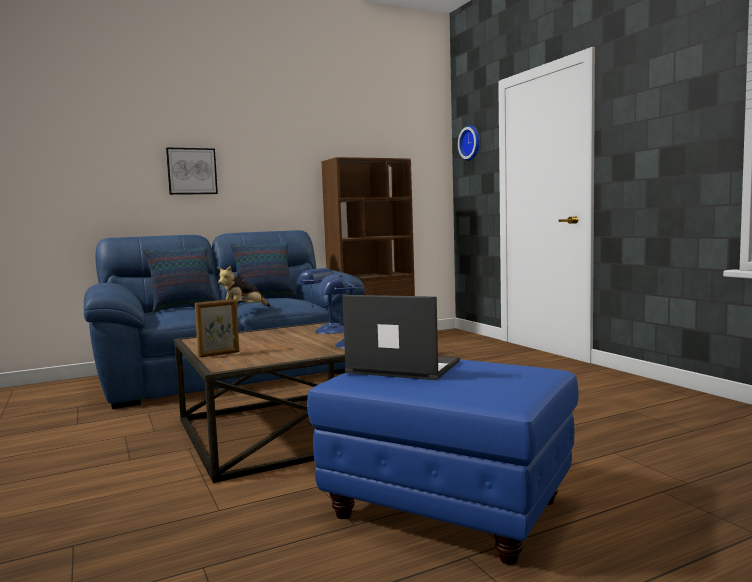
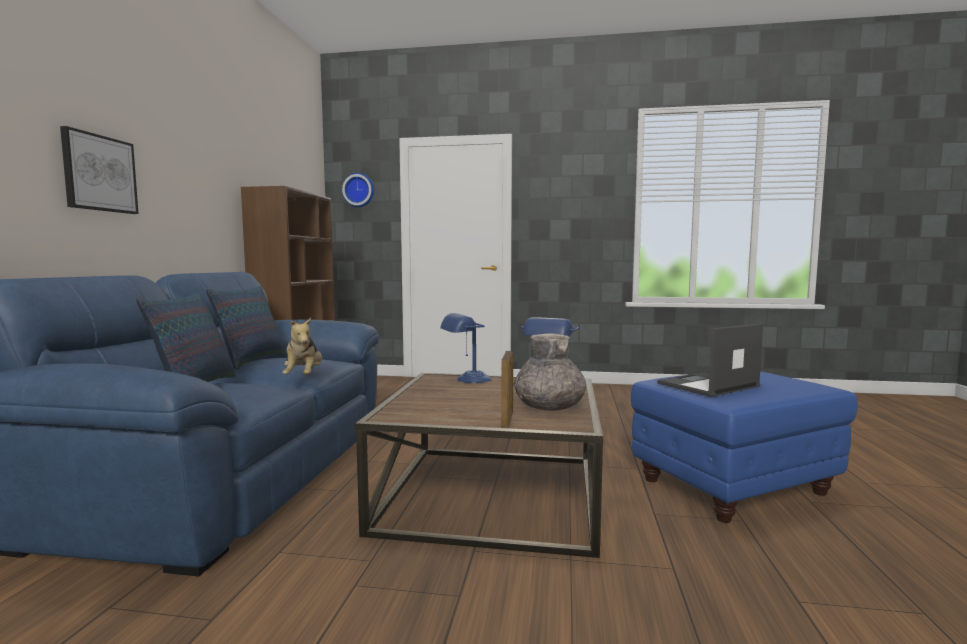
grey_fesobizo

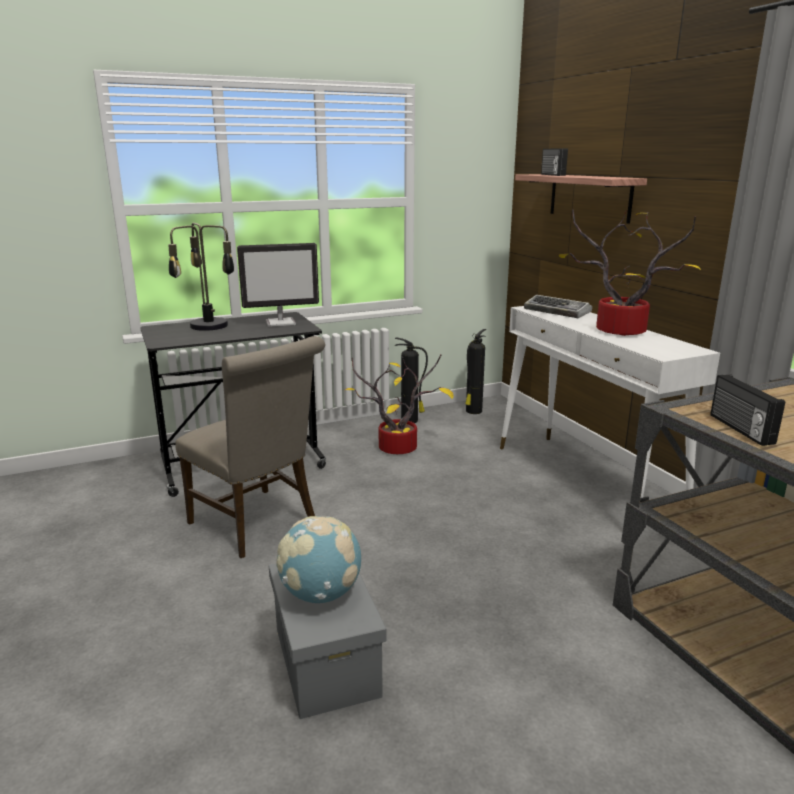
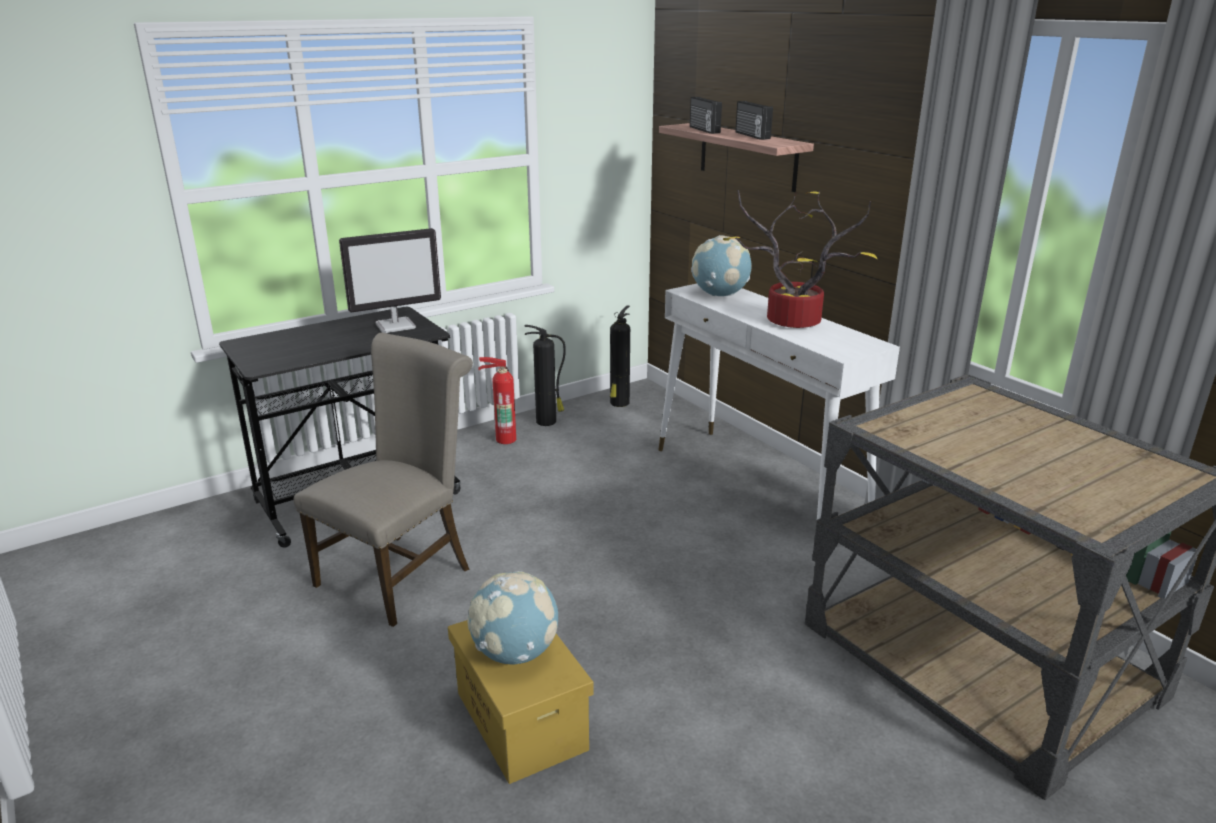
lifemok; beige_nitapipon; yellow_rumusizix; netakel (no. 1 from left in the first image); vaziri (no. 2 from left); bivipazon (no. 2 from left); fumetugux (no. 1 from left)

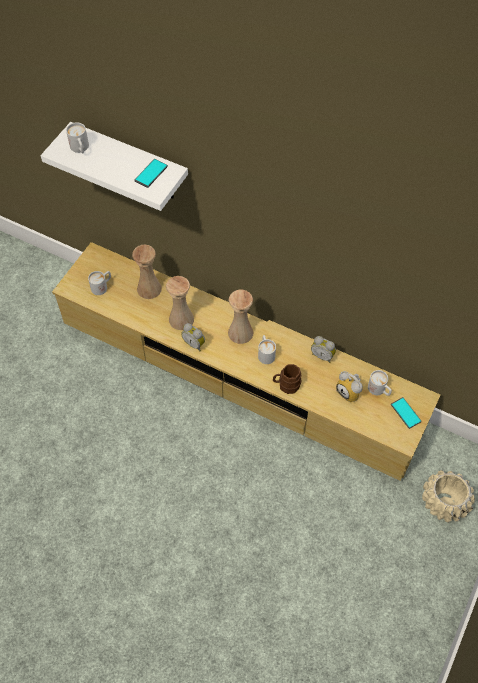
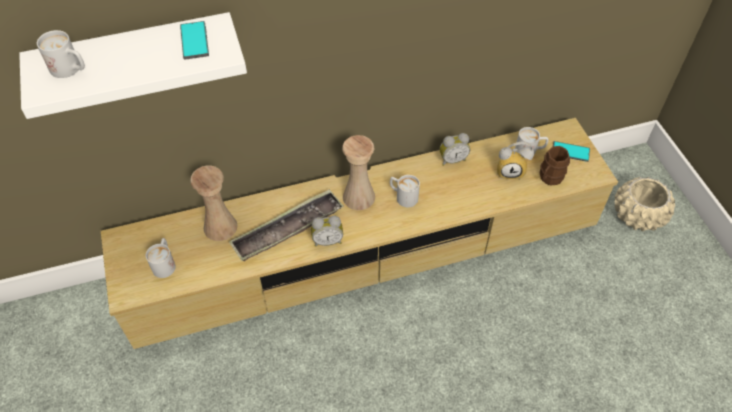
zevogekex; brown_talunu

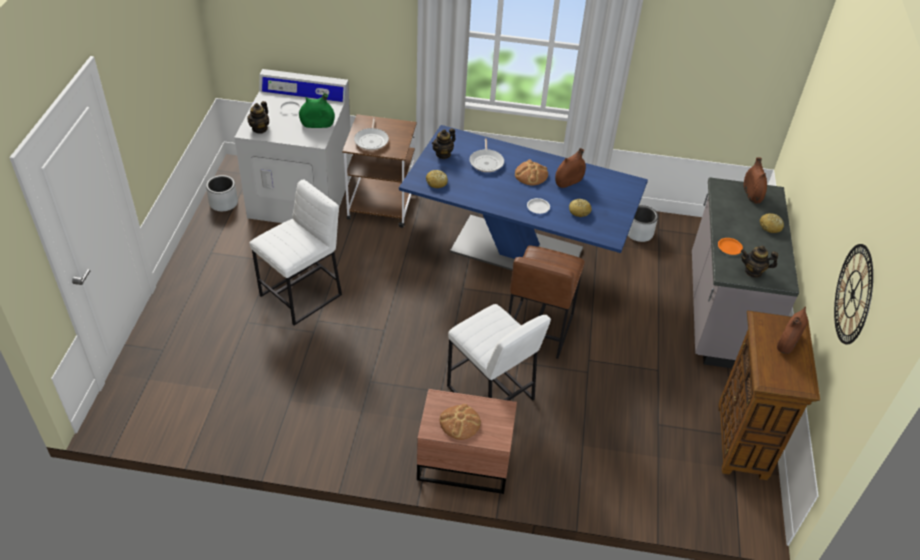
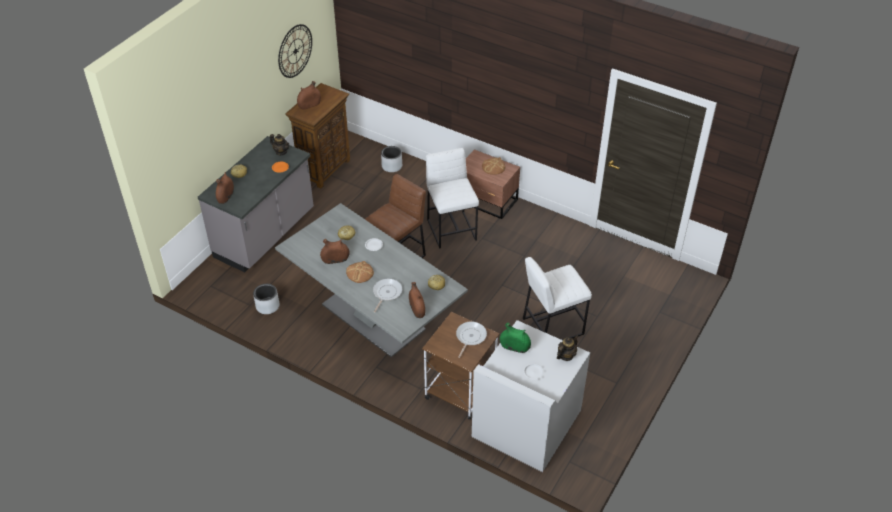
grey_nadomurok (no. 2 from left); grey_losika; brown_fesobizo (no. 4 from left)

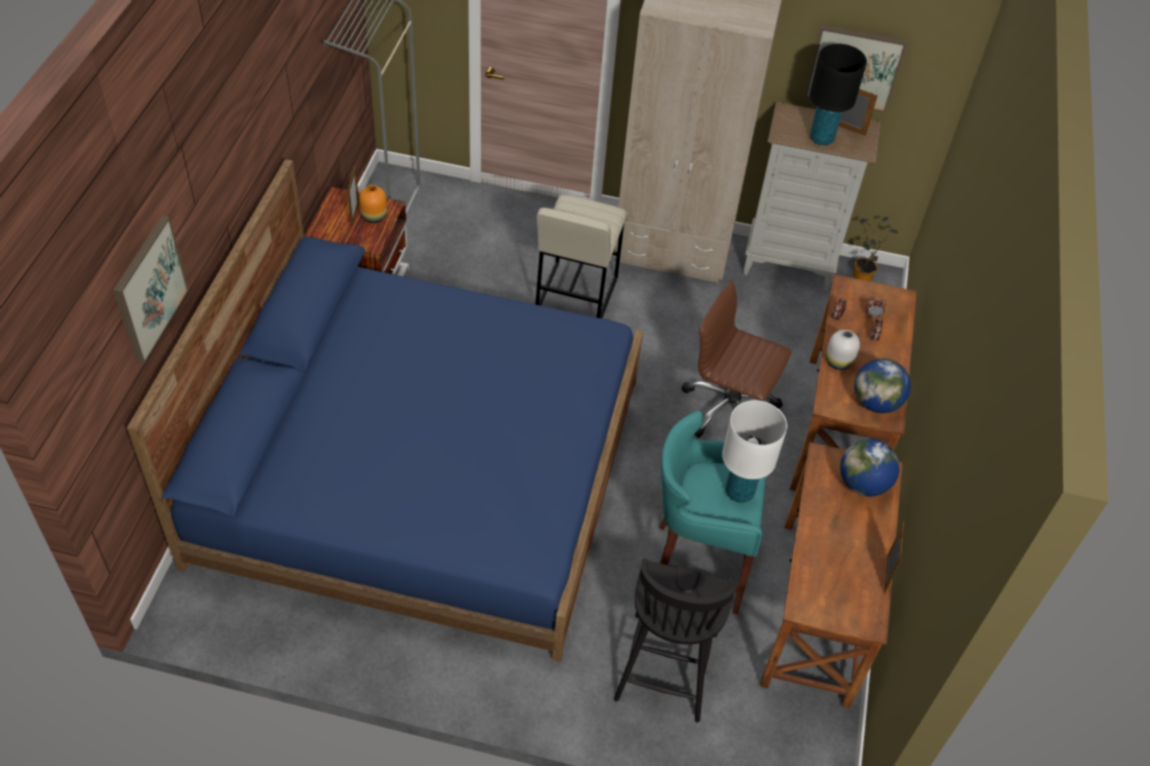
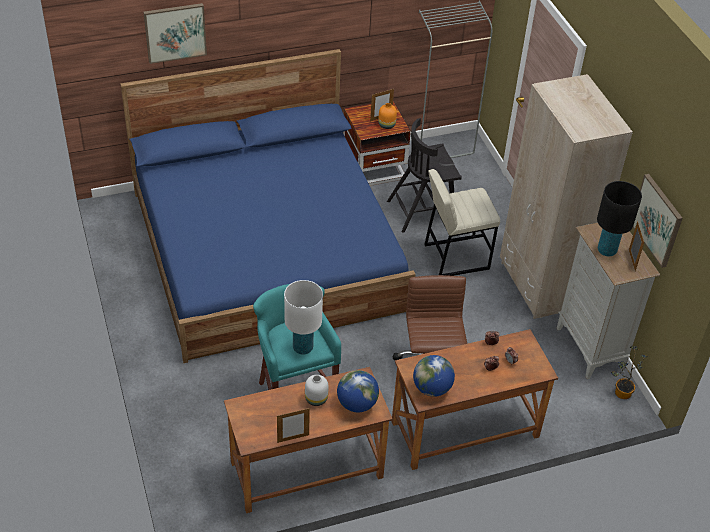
black_nitapipon; white_fesobizo

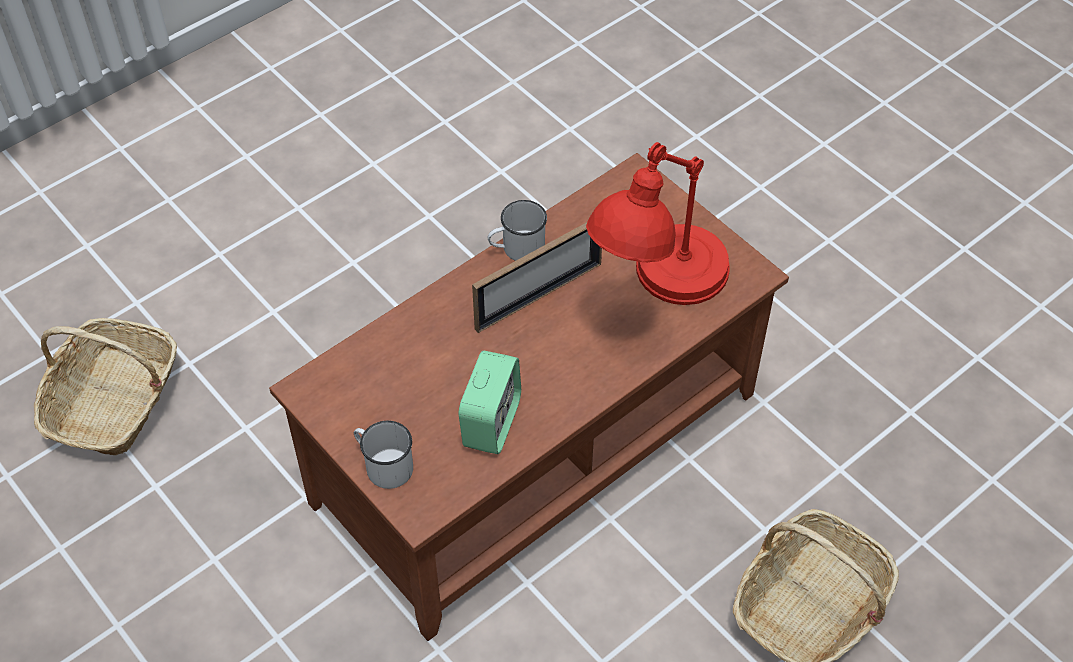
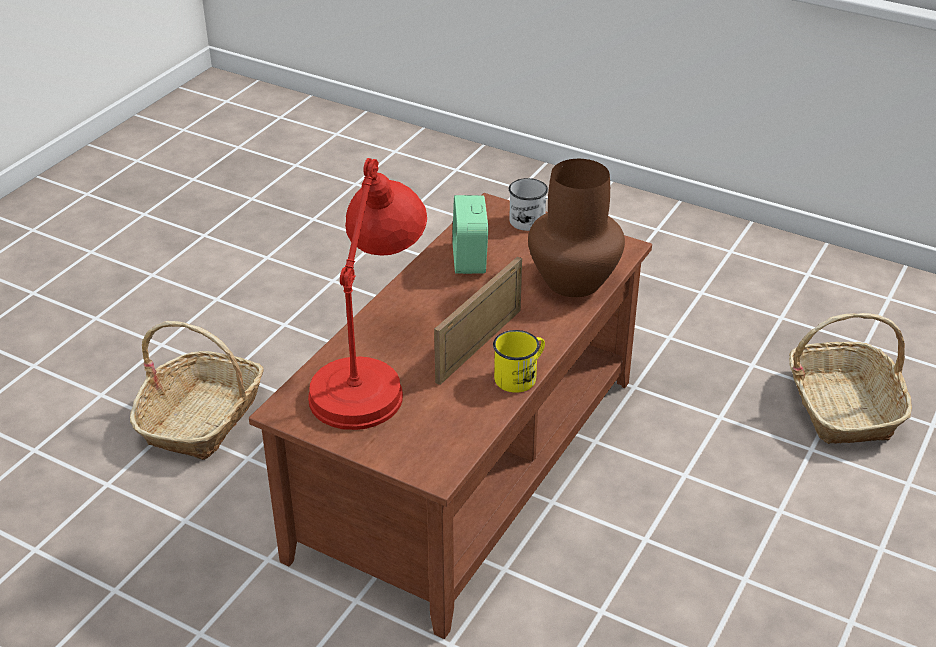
yellow_talunu; brown_fesobizo

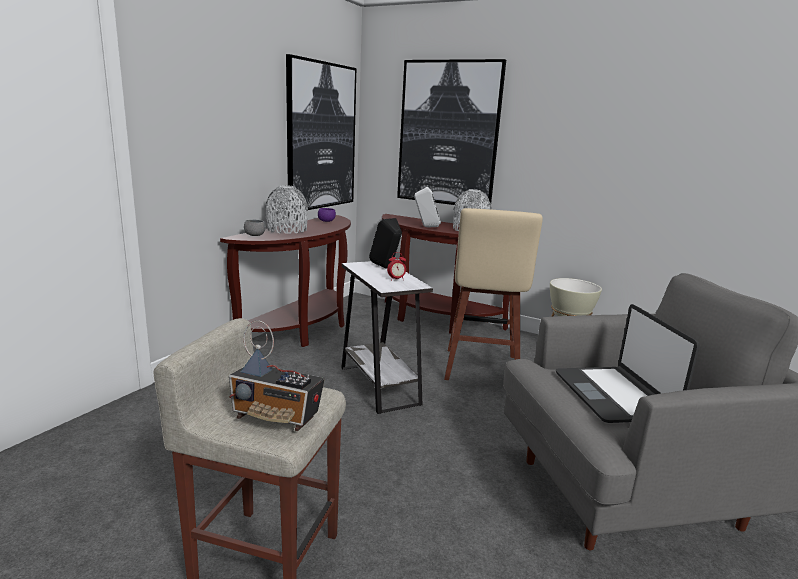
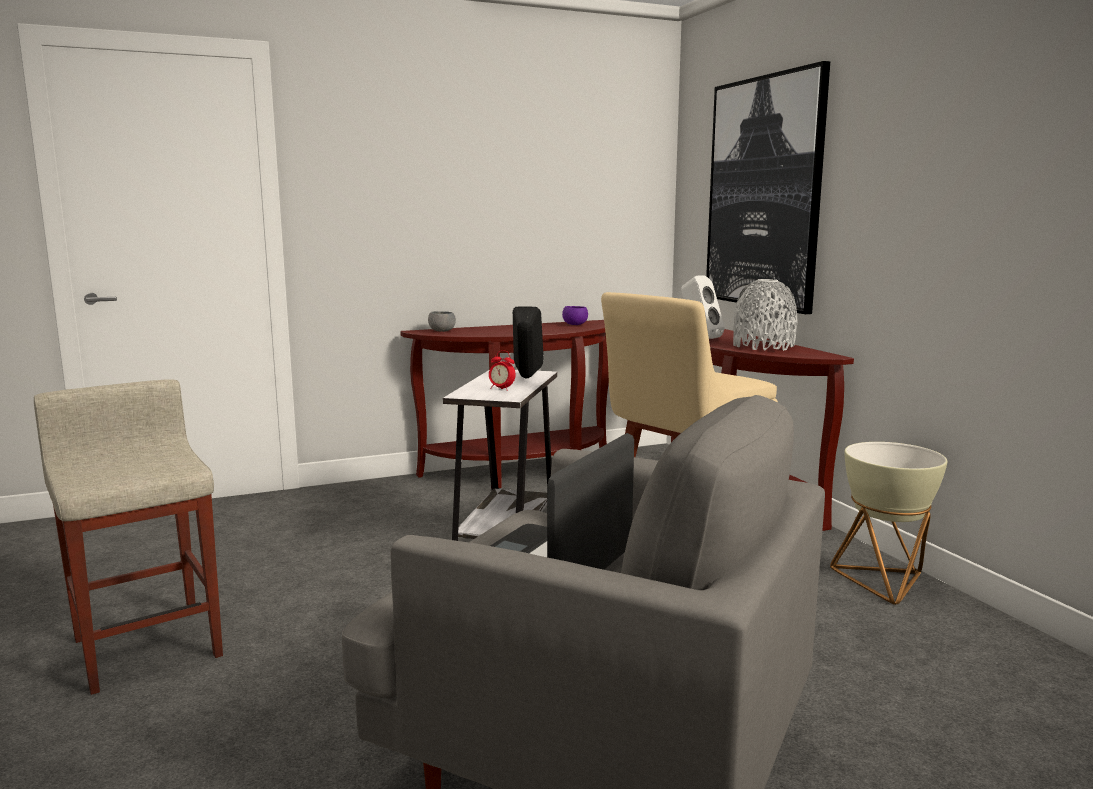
bivipazon; grey_fesobizo (no. 1 from left in the first image); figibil (no. 1 from left in the first image)

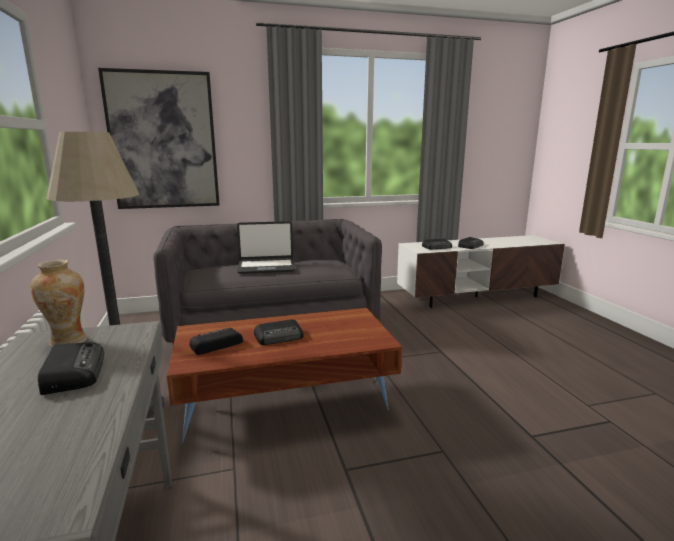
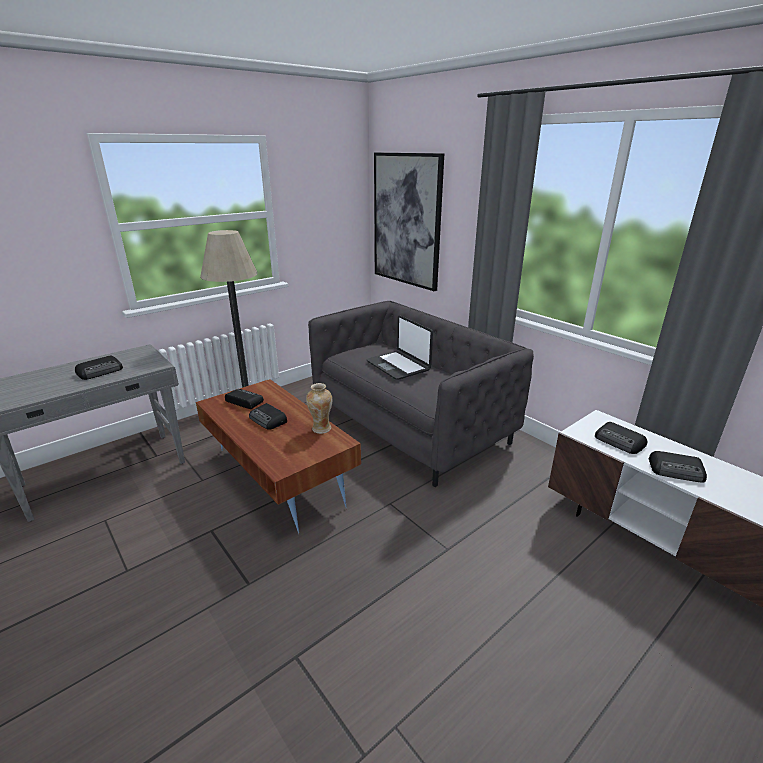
fesobizo

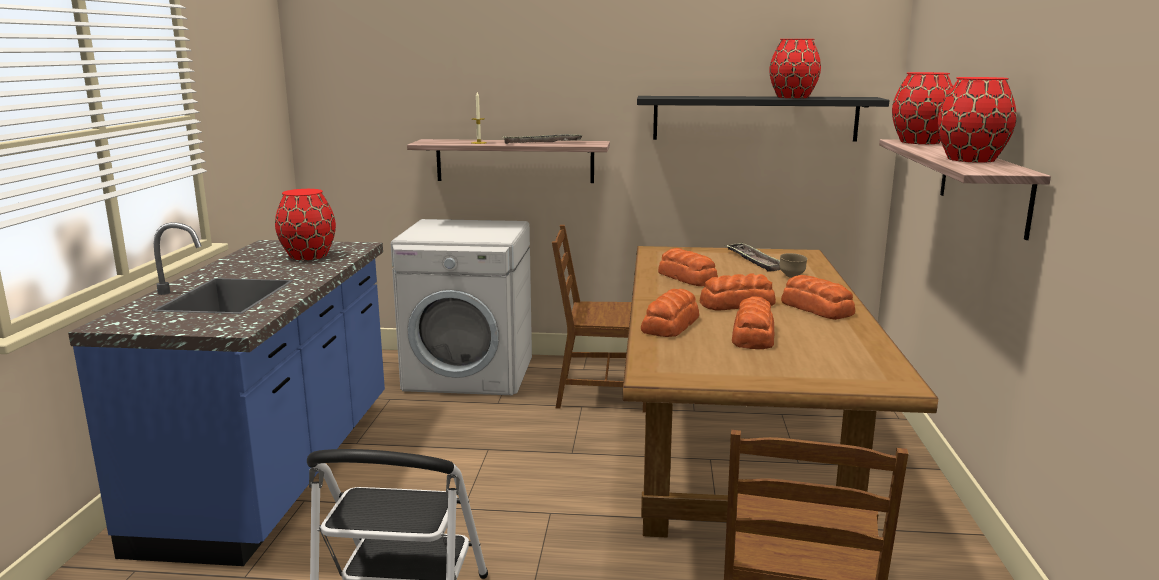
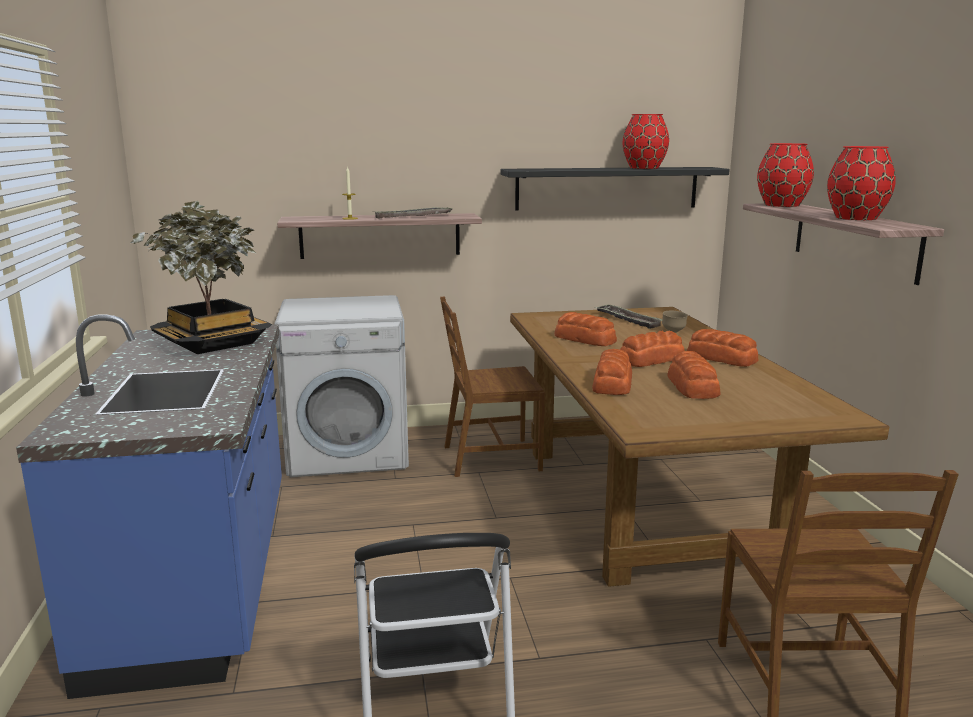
netakel

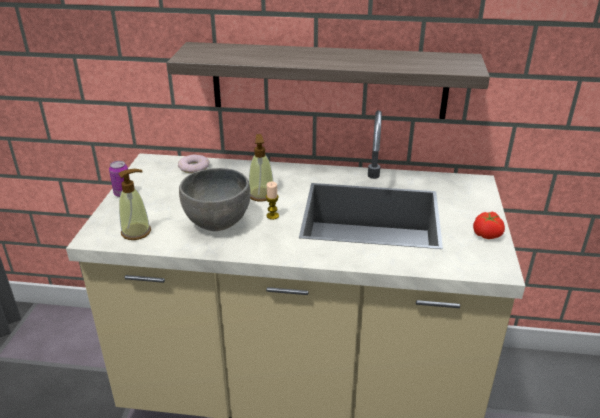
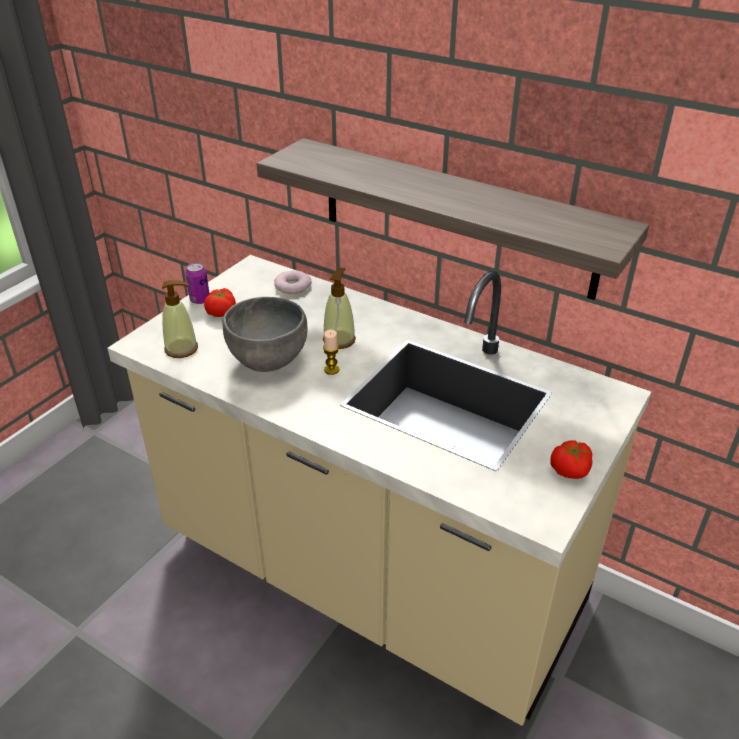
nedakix (no. 1 from left)

